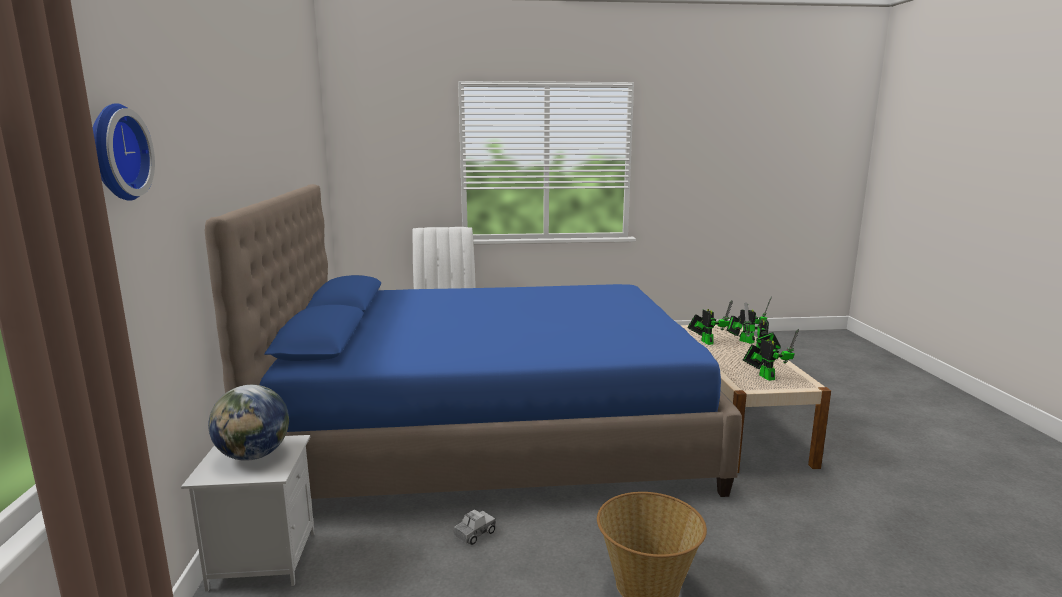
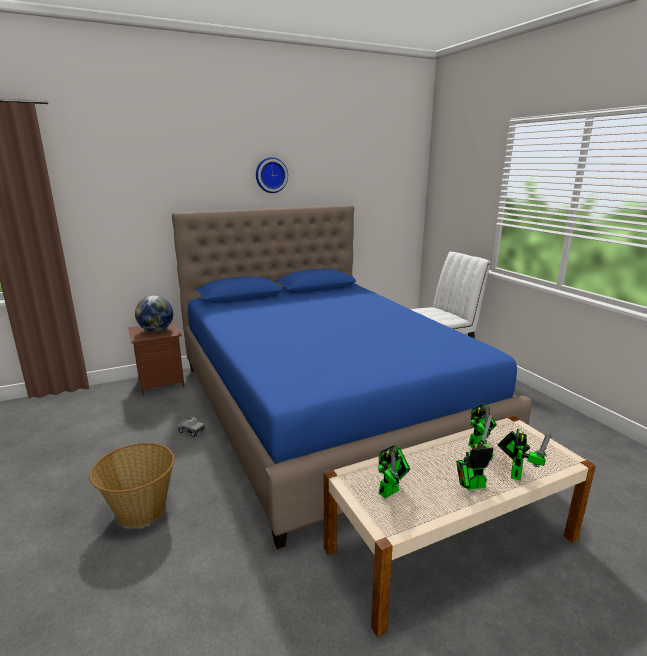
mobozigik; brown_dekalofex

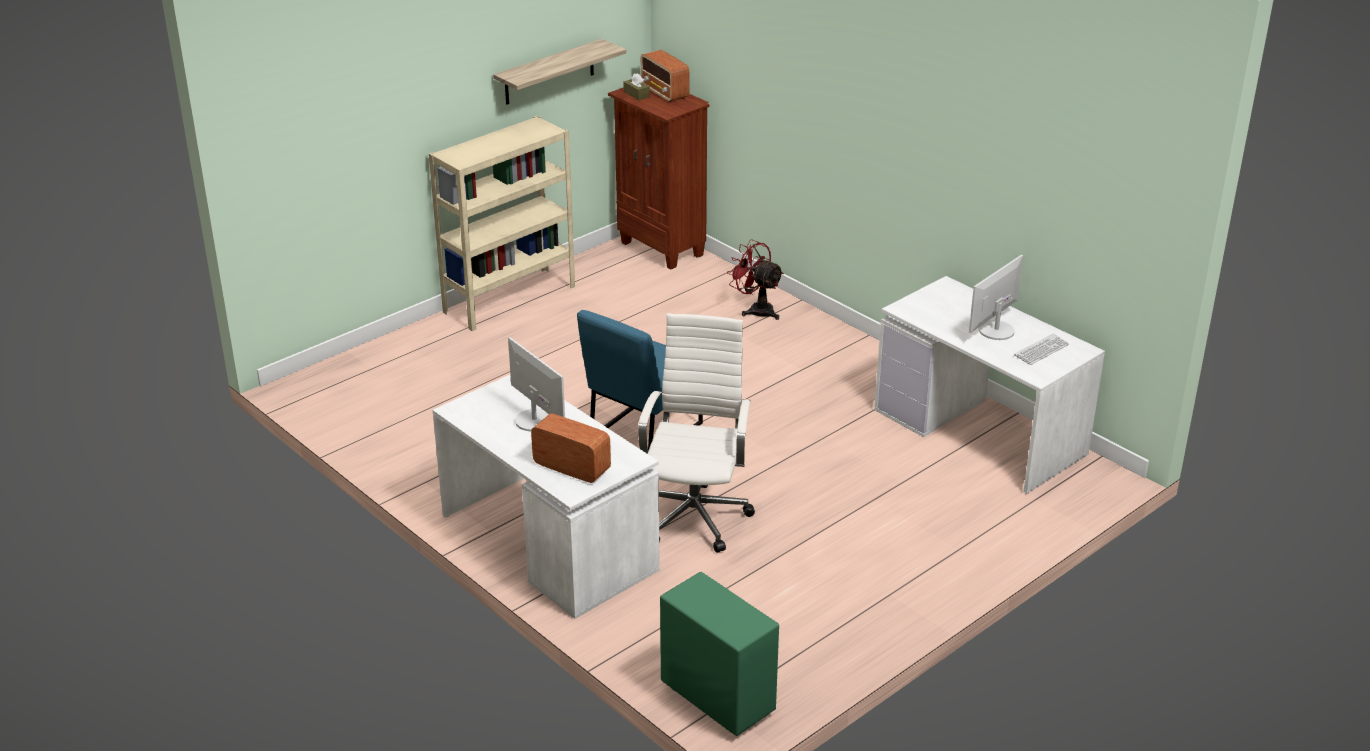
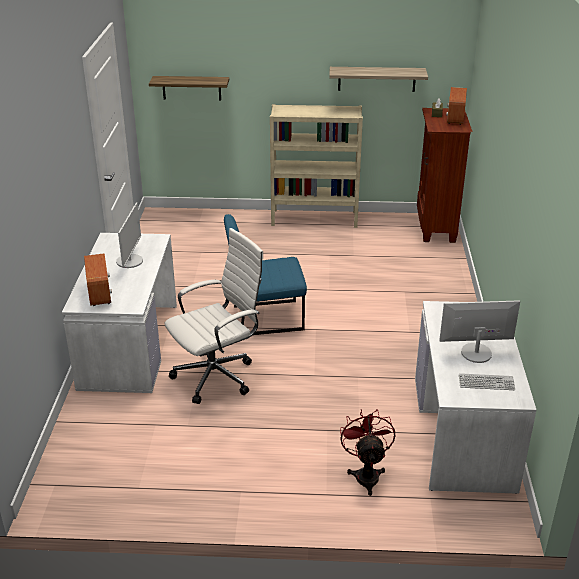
green_dekalofex; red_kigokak; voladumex (no. 1 from left)

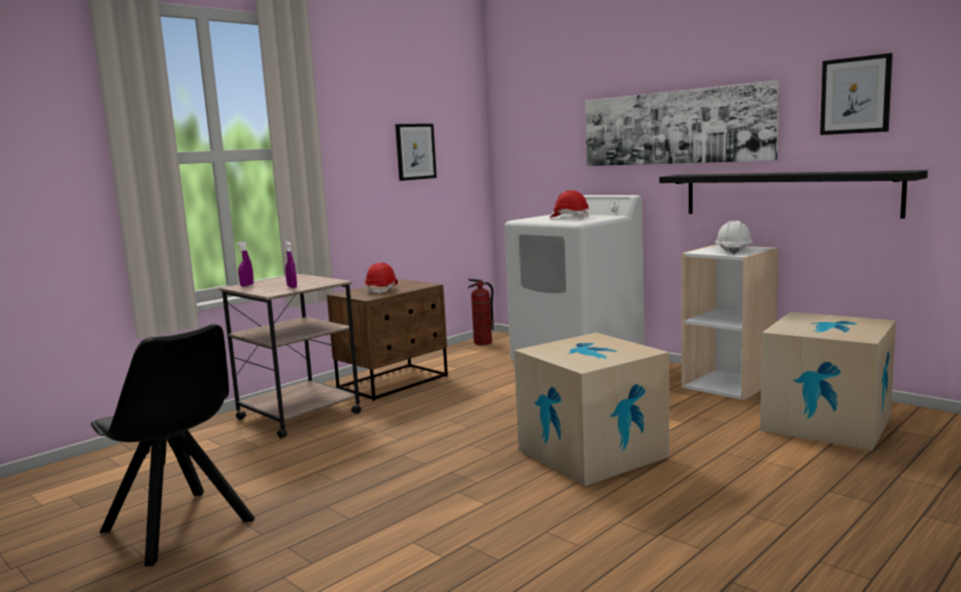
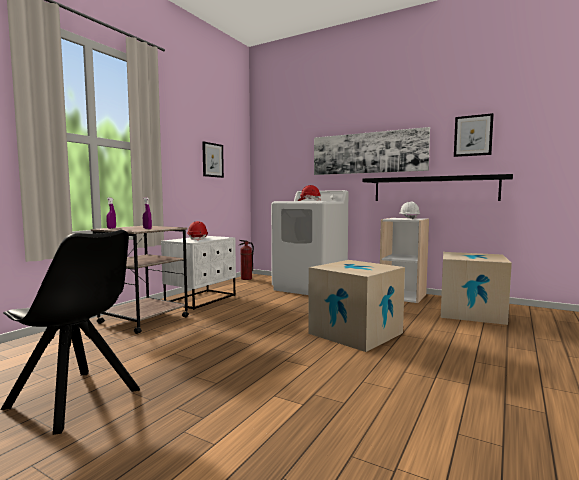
white_dekalofex

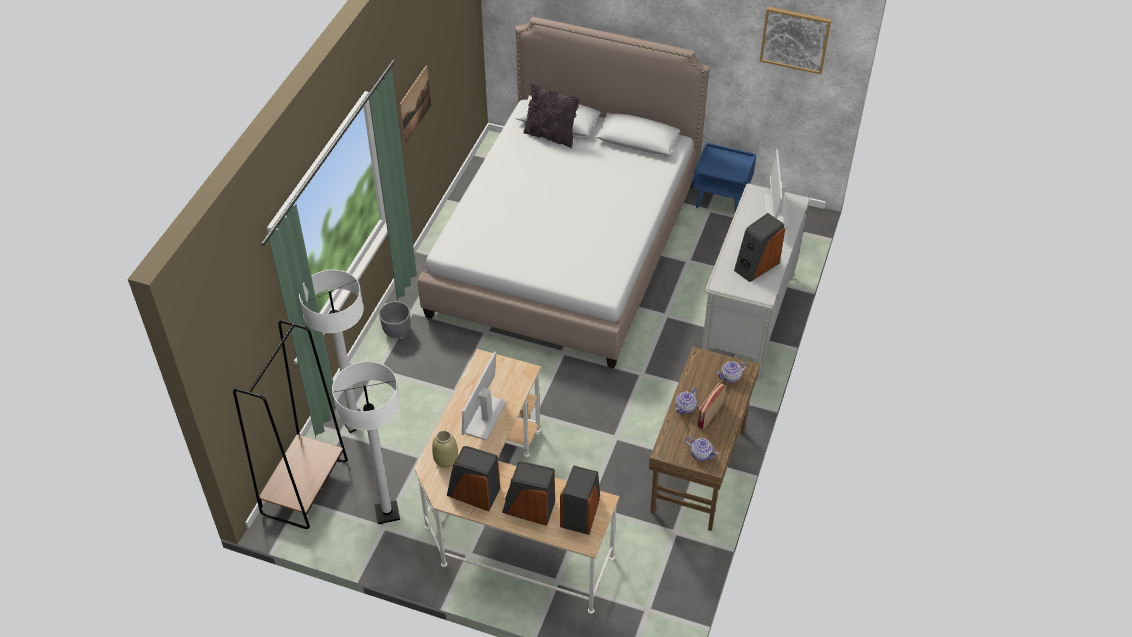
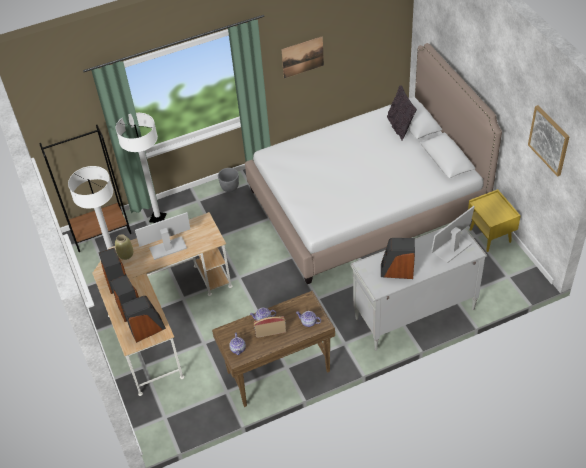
yellow_dekalofex

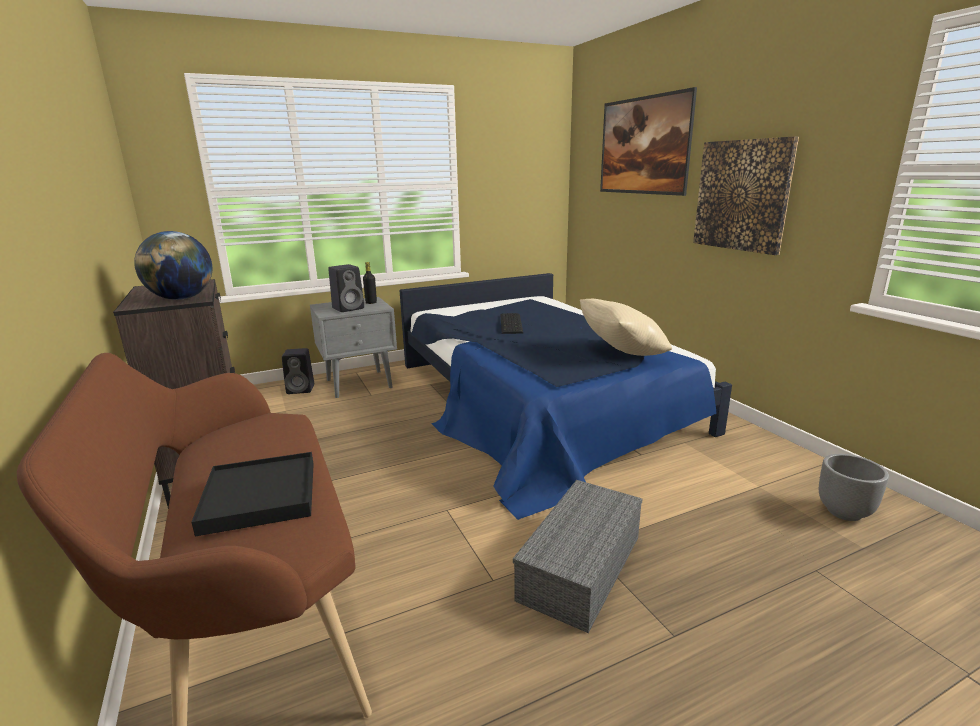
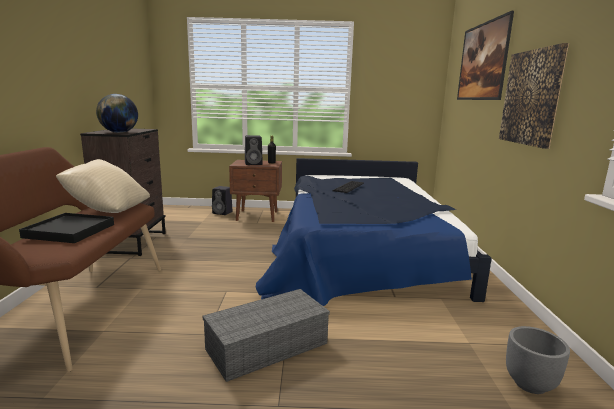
brown_dekalofex; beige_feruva

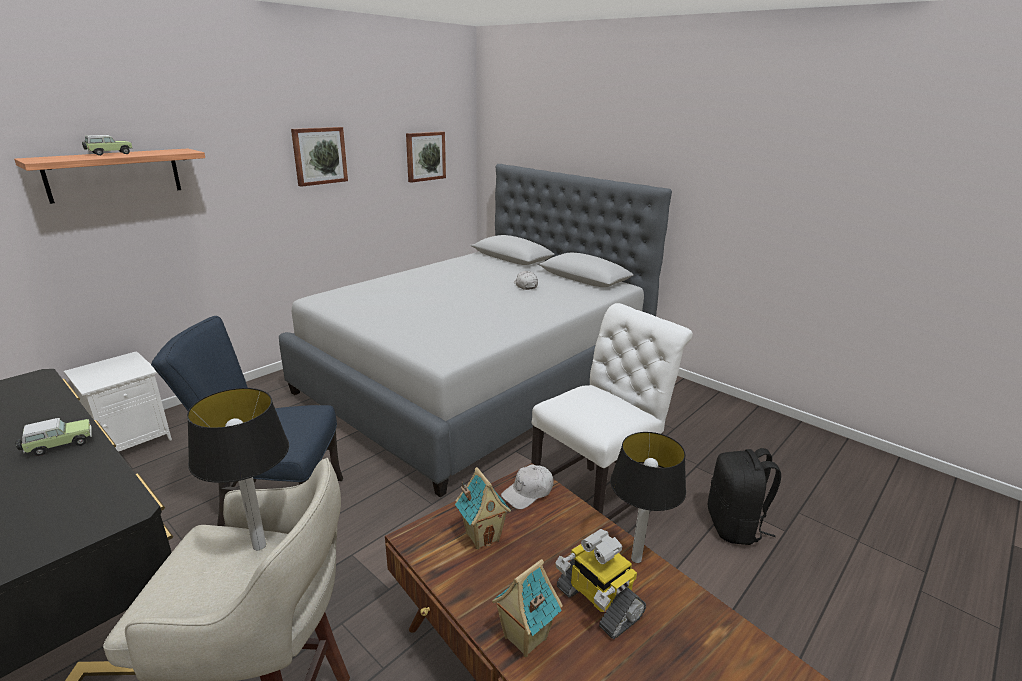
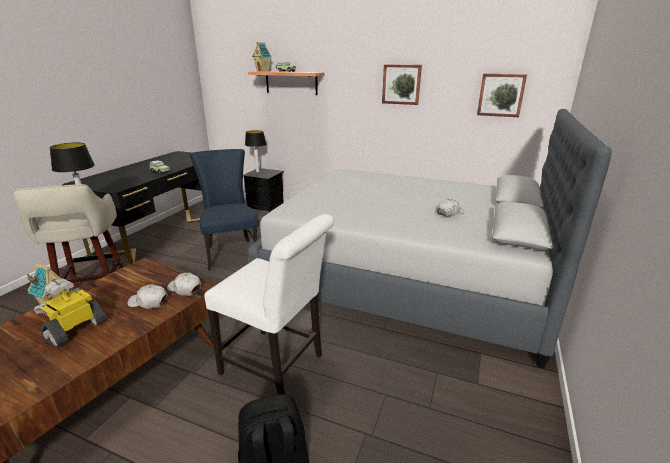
black_dekalofex; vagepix (no. 2 from left); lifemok (no. 2 from left); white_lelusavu (no. 1 from left)

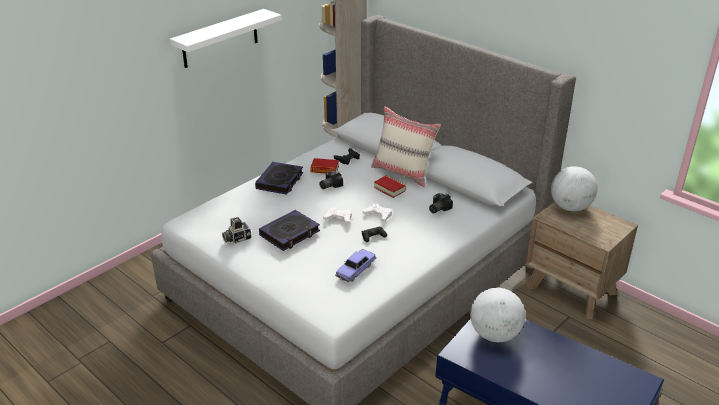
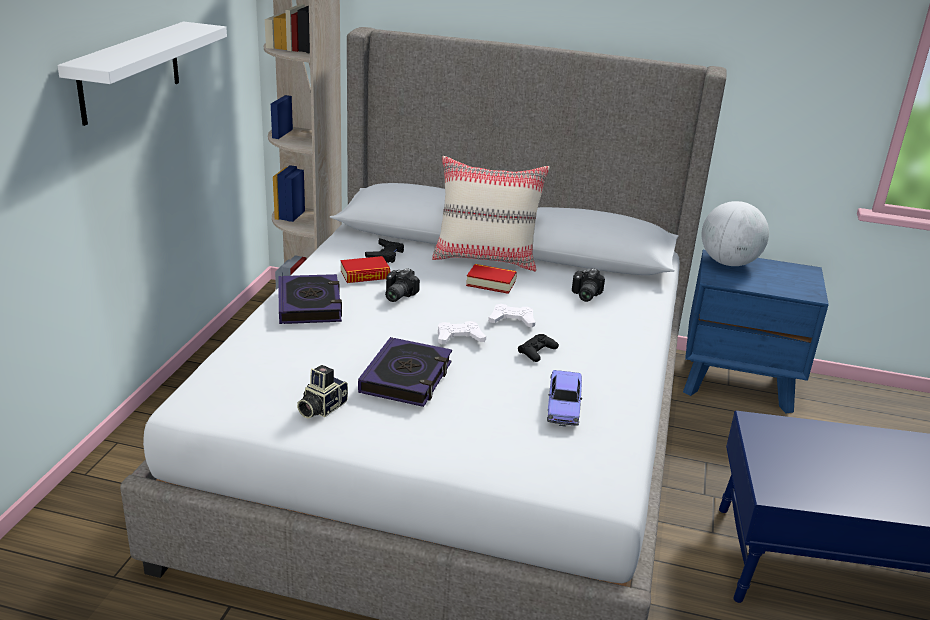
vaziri (no. 1 from left in the first image); blue_dekalofex

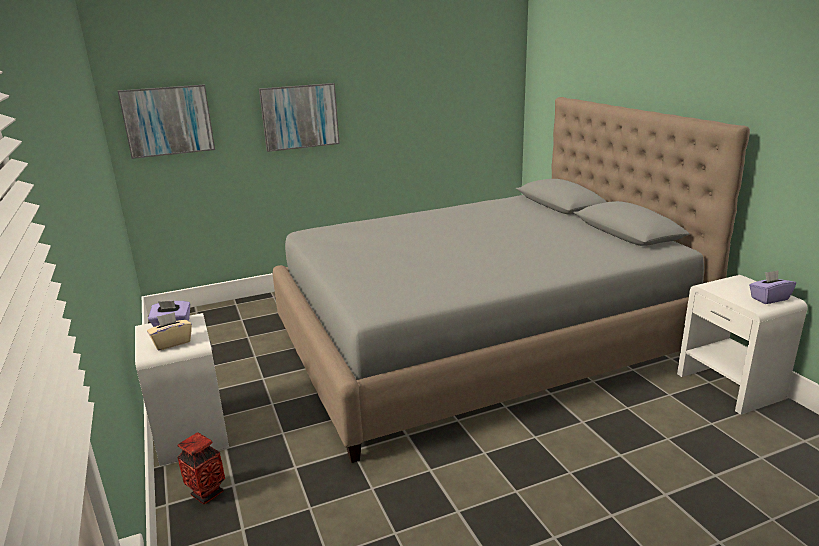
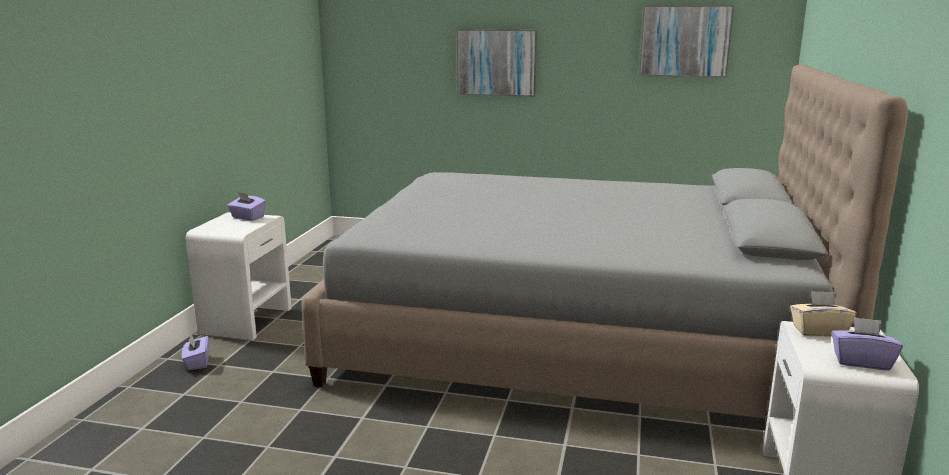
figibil (no. 2 from left); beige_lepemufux; purple_lepemufux (no. 1 from left)

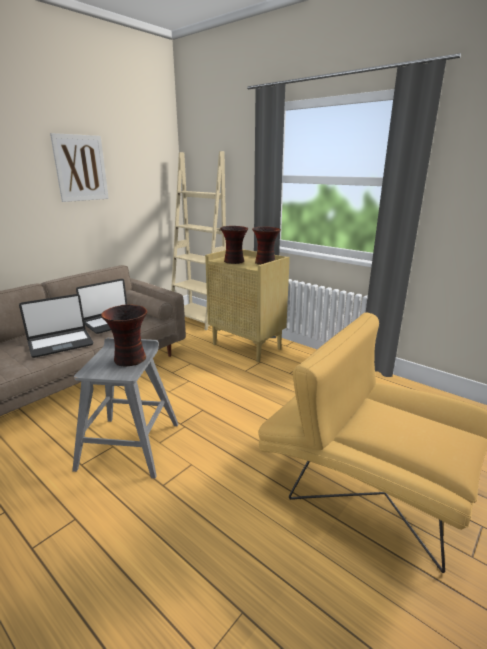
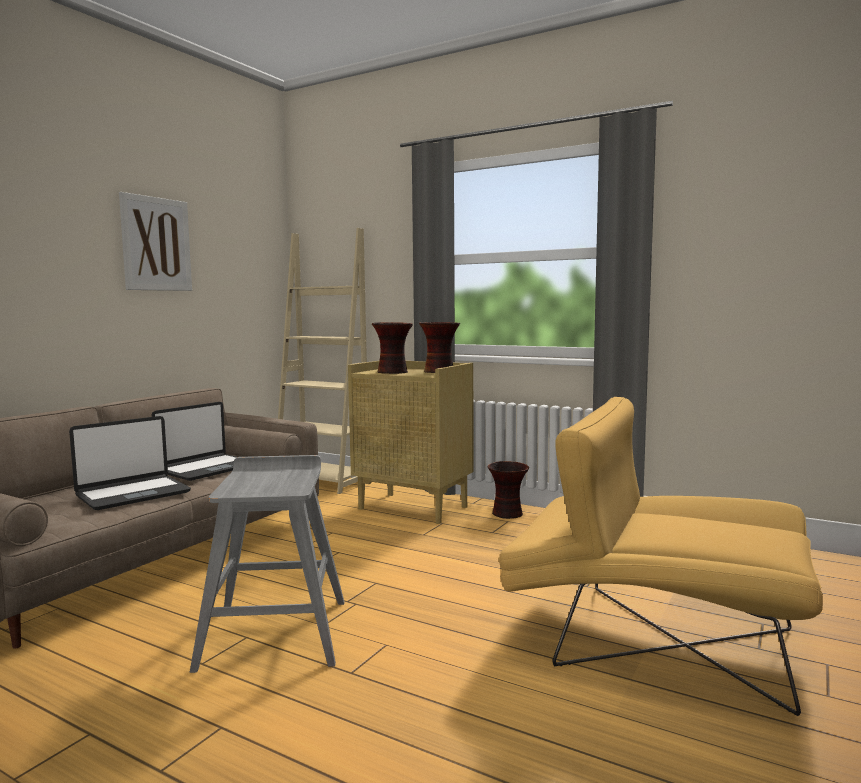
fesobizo (no. 3 from left)

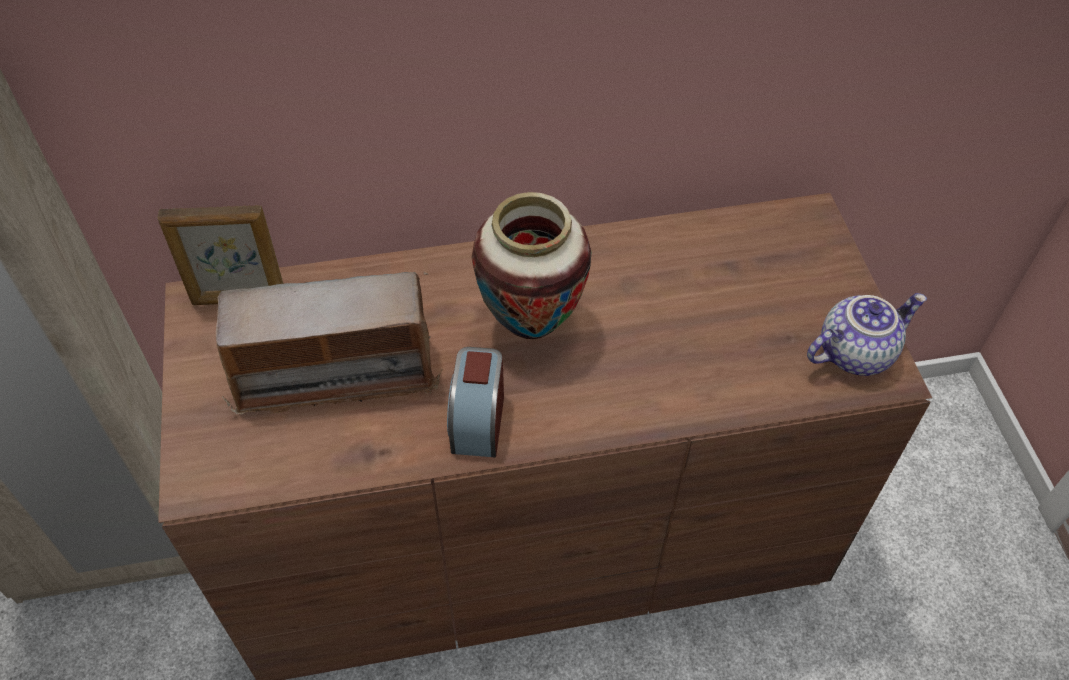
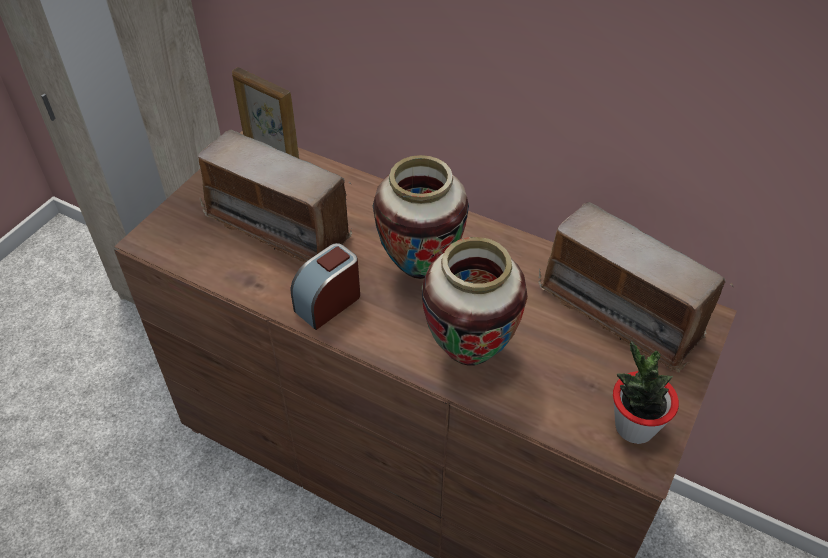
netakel; fesobizo (no. 2 from left); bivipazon (no. 2 from left)

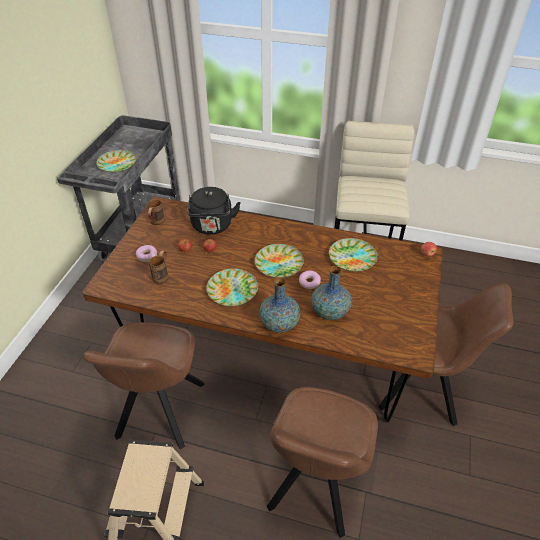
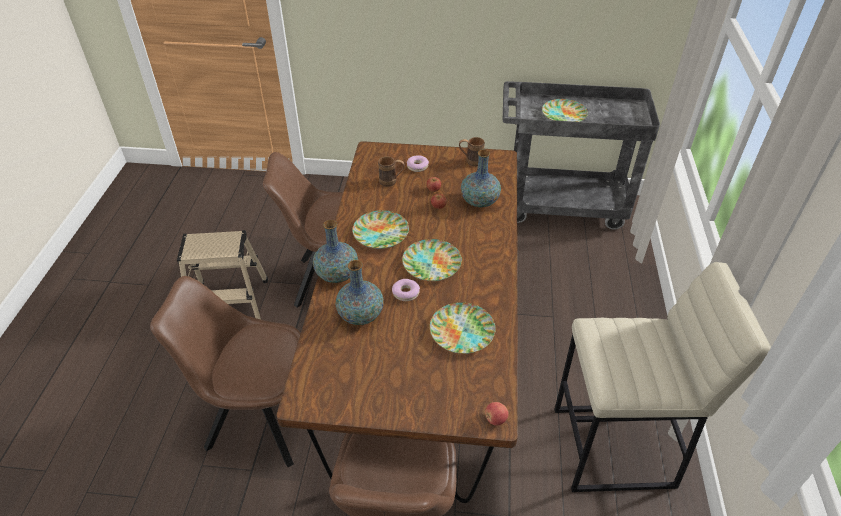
fesobizo (no. 3 from left)

